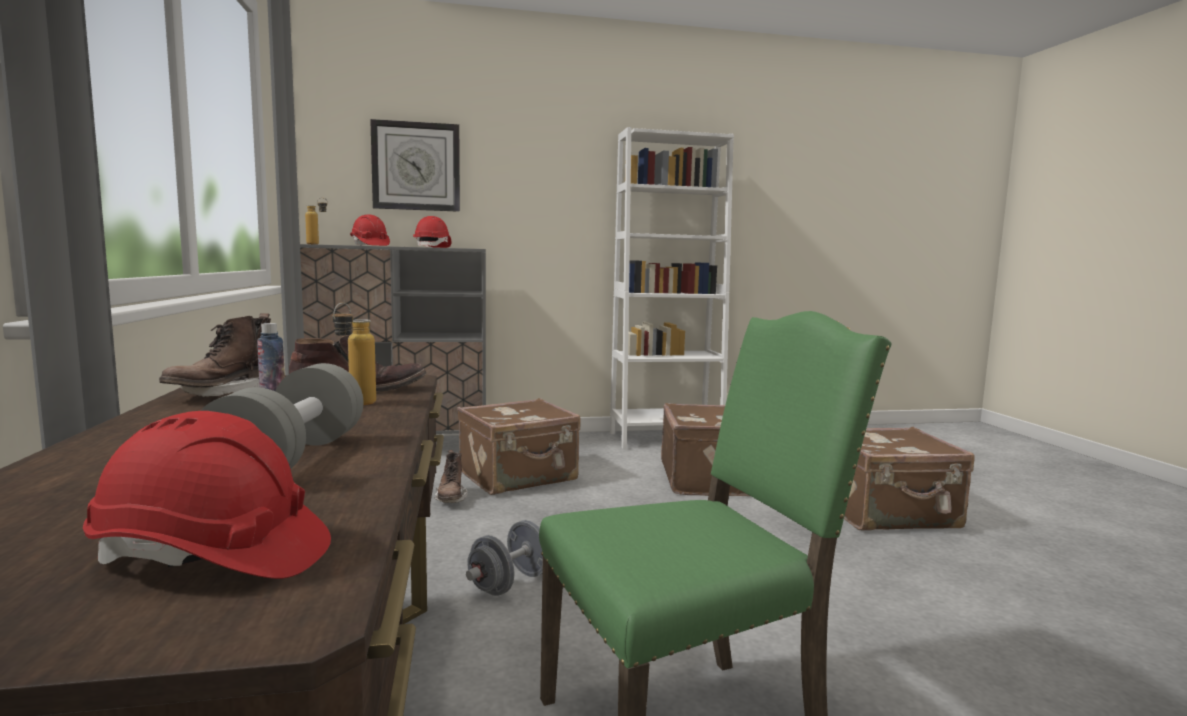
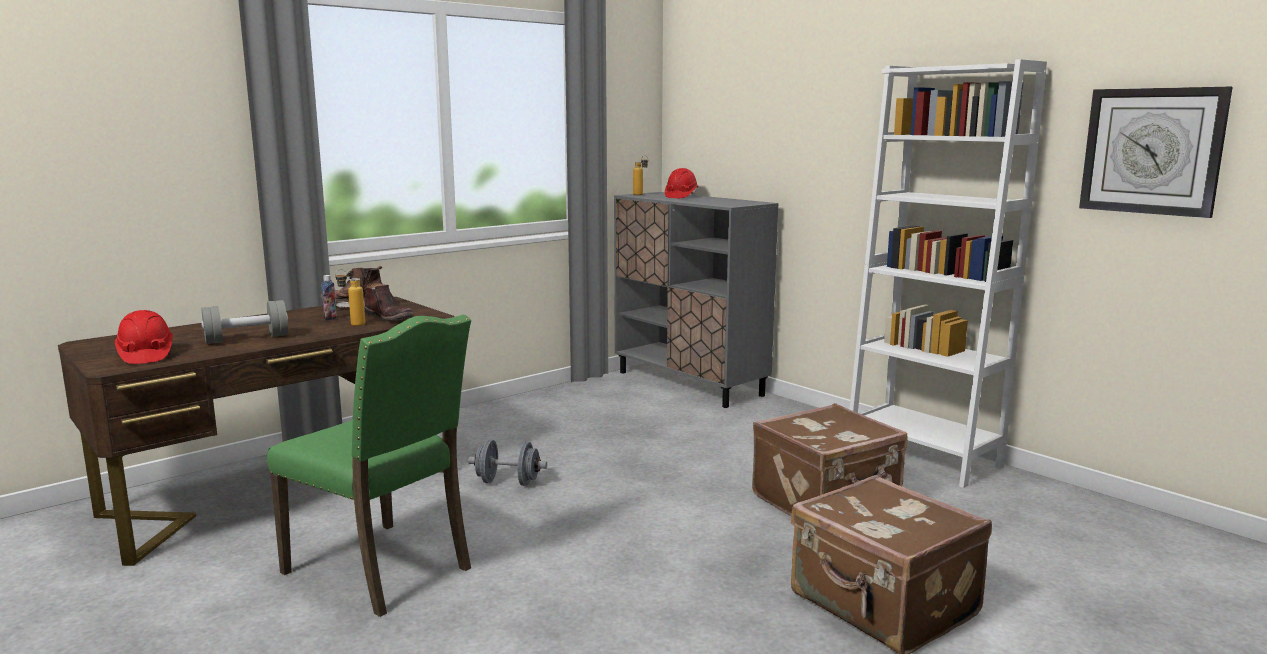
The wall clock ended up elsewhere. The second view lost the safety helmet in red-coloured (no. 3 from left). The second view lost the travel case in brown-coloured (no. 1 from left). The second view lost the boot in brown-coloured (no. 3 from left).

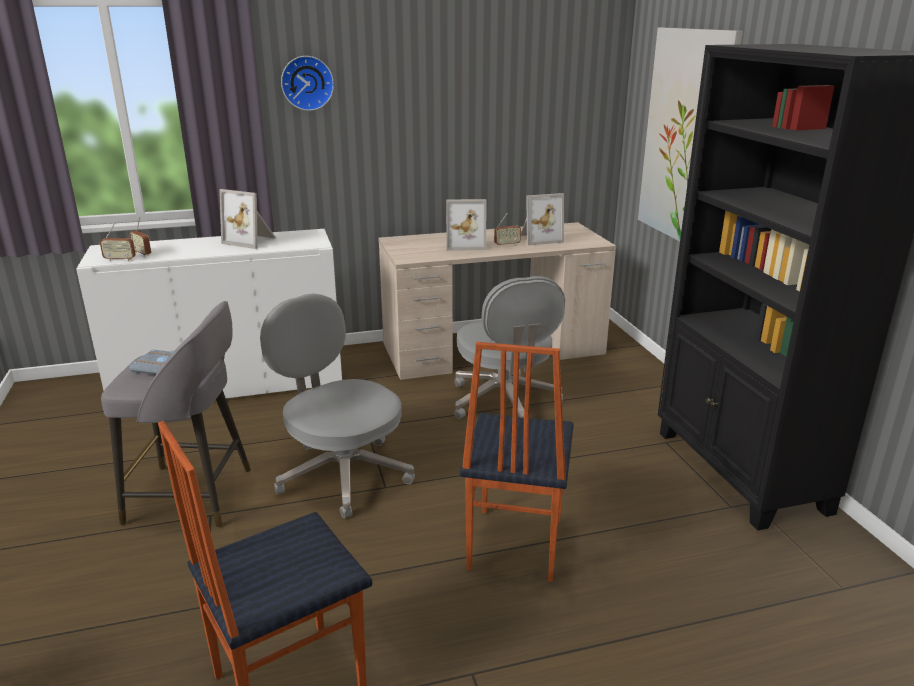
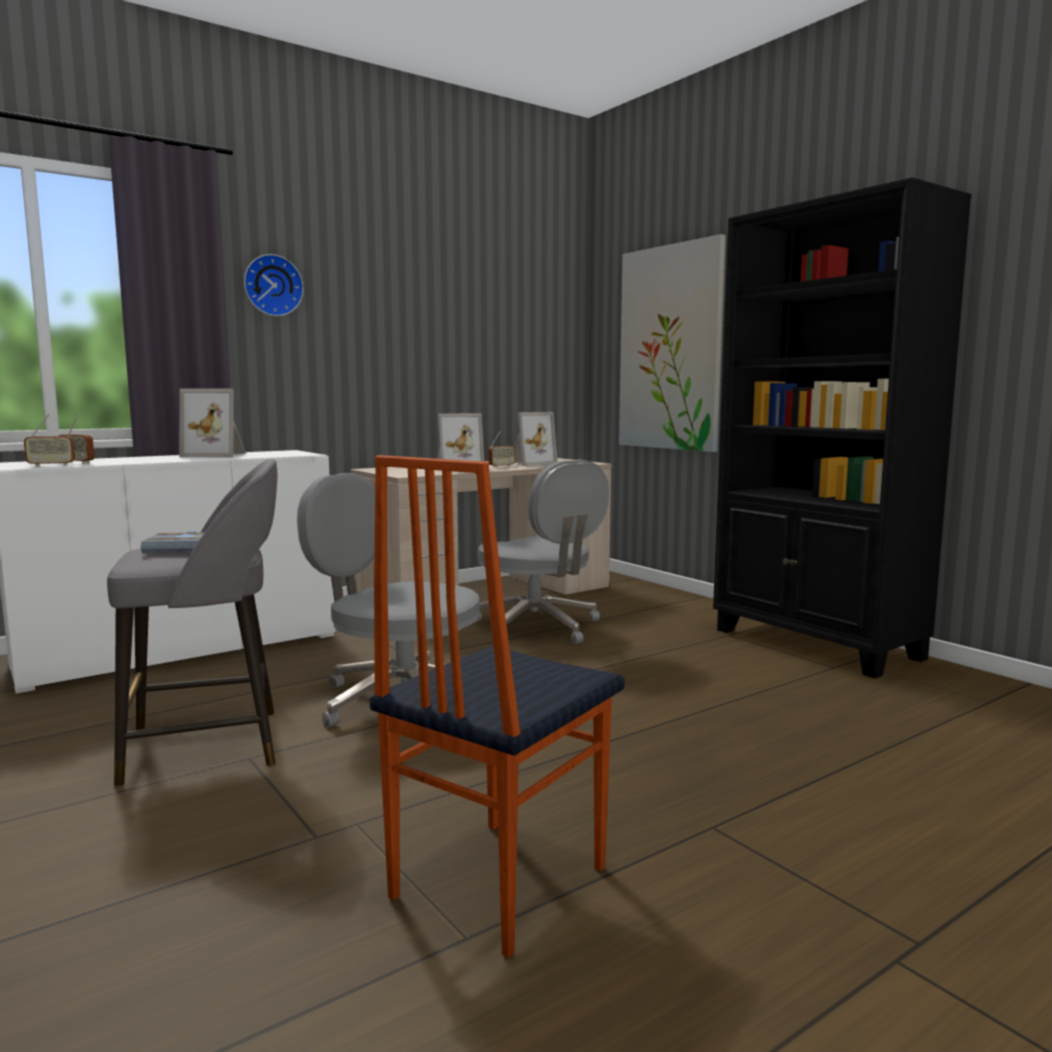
The second view lost the chair (no. 2 from left).

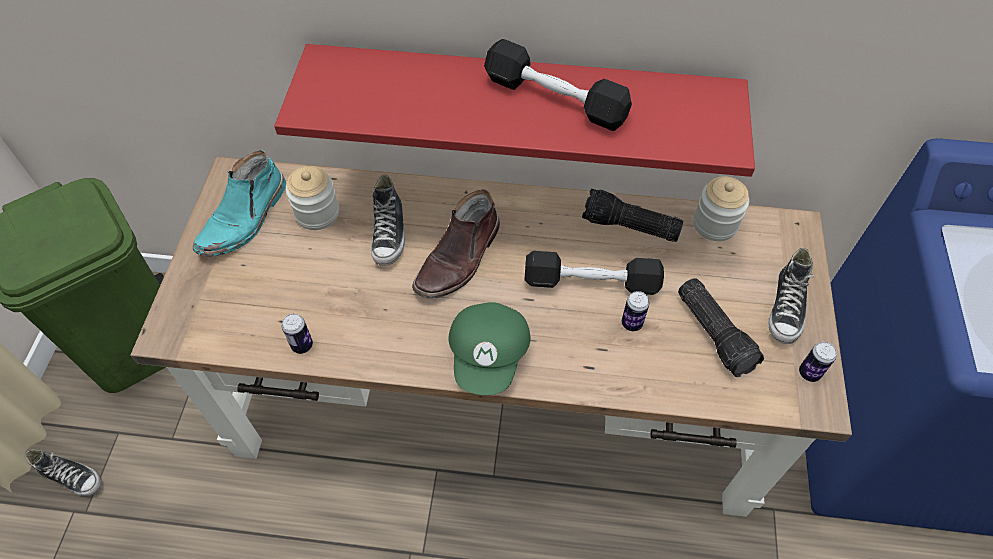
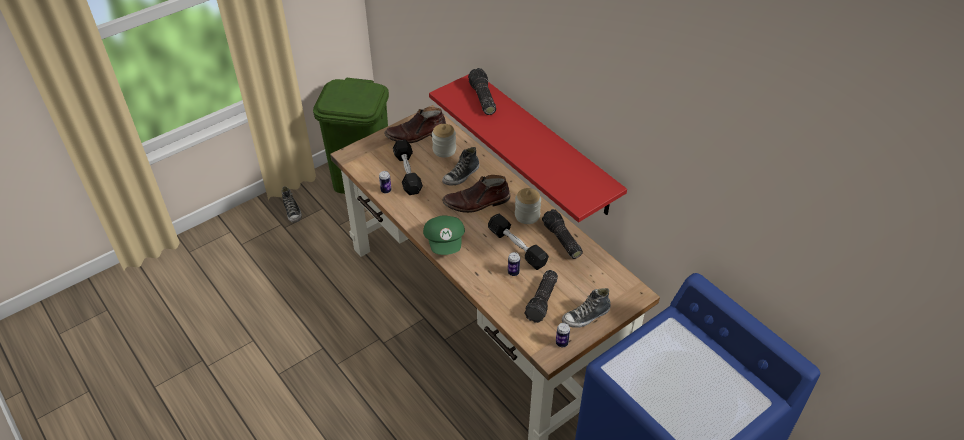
The free weight in black (no. 1 from left) ended up elsewhere. What was the boot in turquoise turned into the boot in brown-coloured (no. 1 from left). The preserve jar (no. 2 from left) ended up elsewhere. The peaked cap in green-coloured ended up facing another way, 60 degrees counterclockwise from before. The second view gained the torch (no. 1 from left).

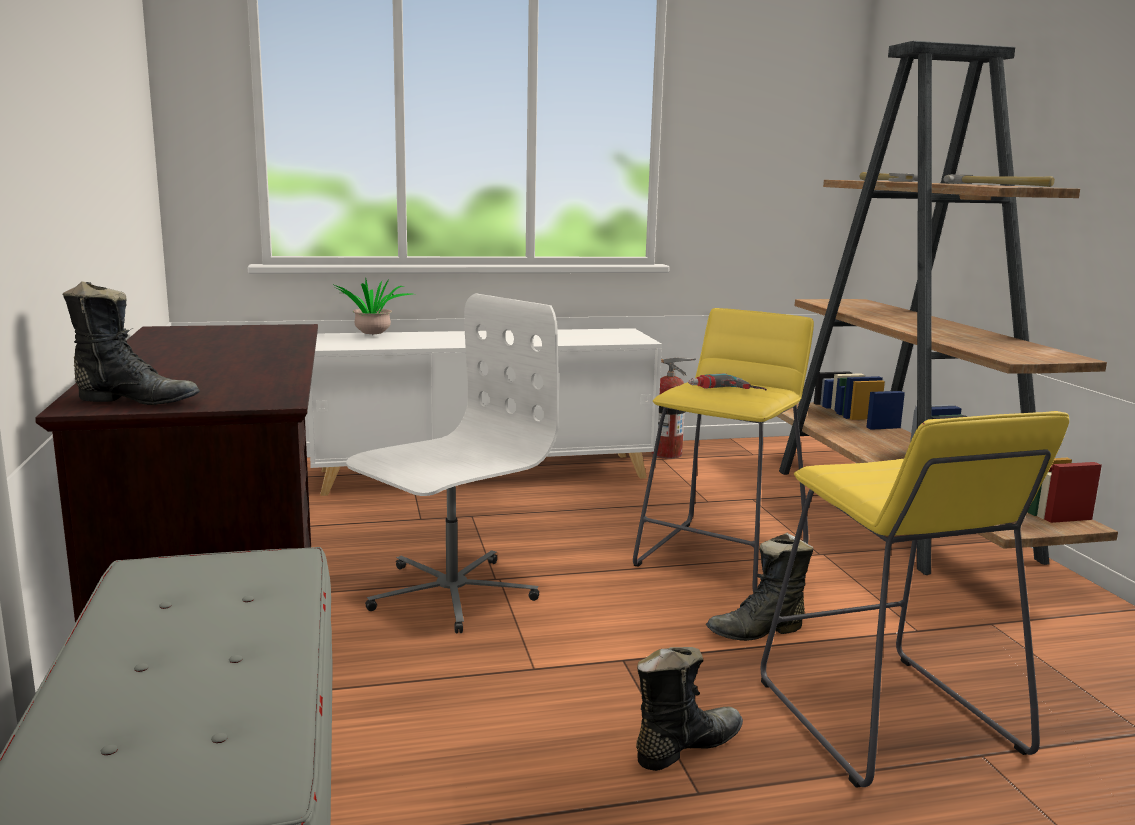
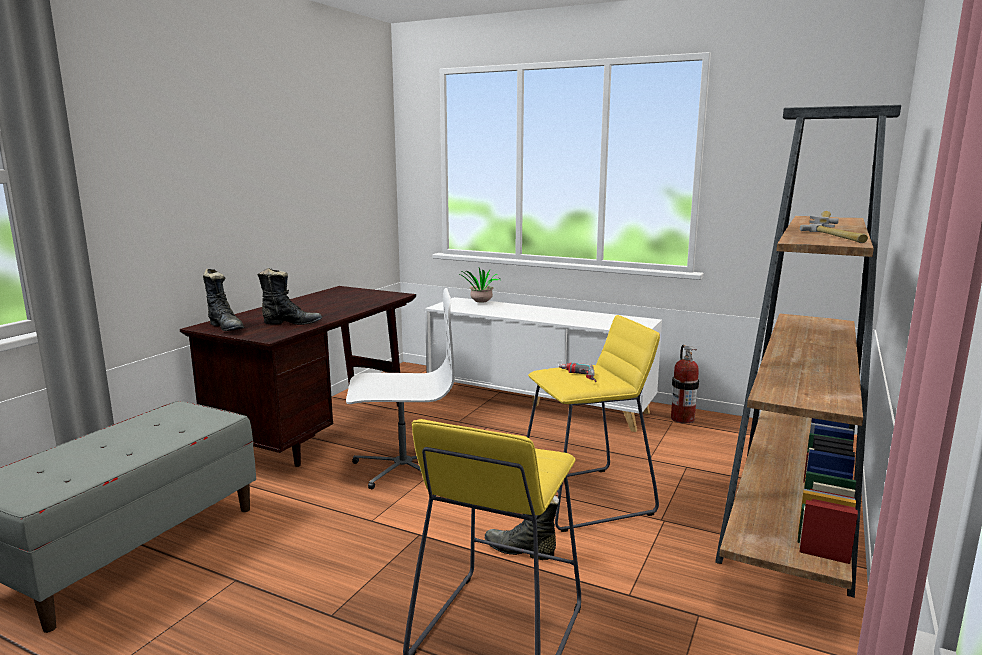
The boot in black (no. 2 from left) ended up elsewhere.

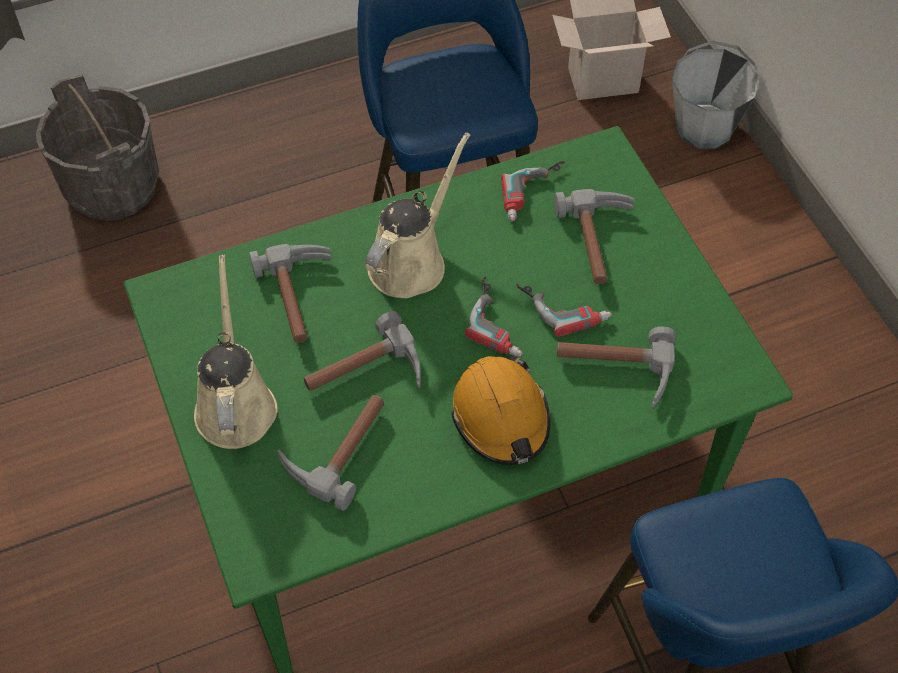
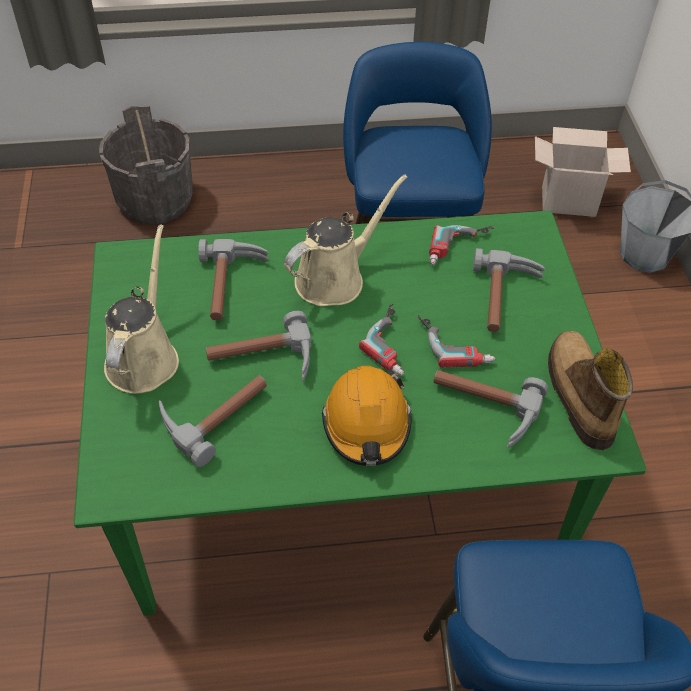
The second view gained the boot.

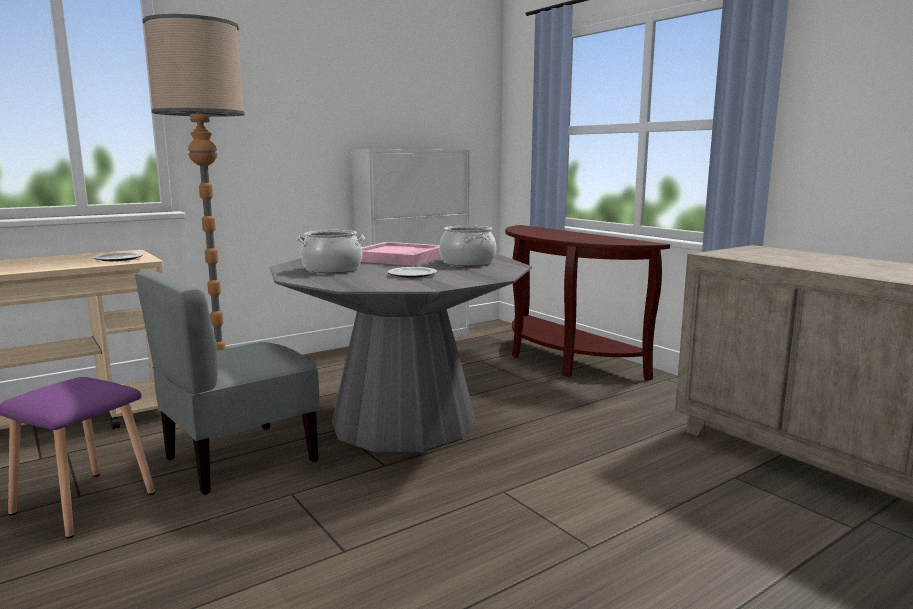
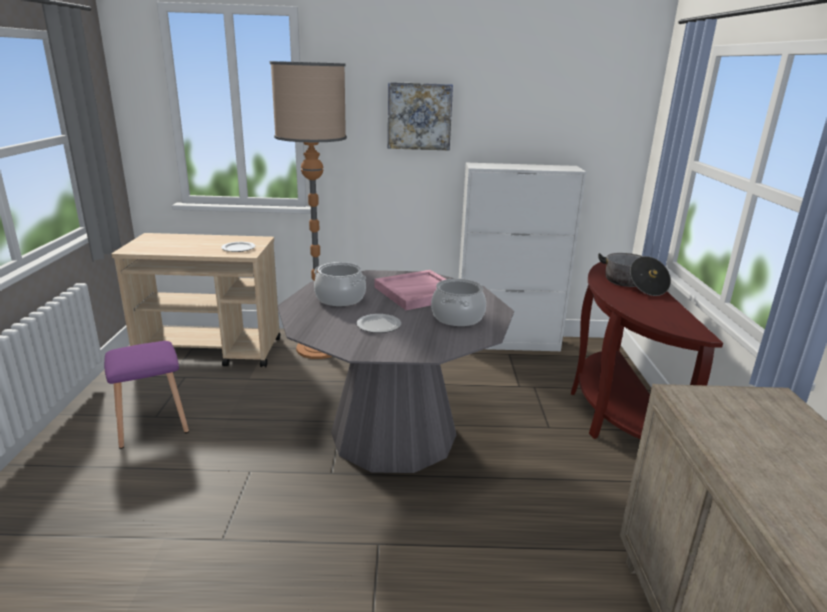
The second view lost the chair in gray. The second view gained the wall picture. The second view gained the stockpot (no. 3 from left).

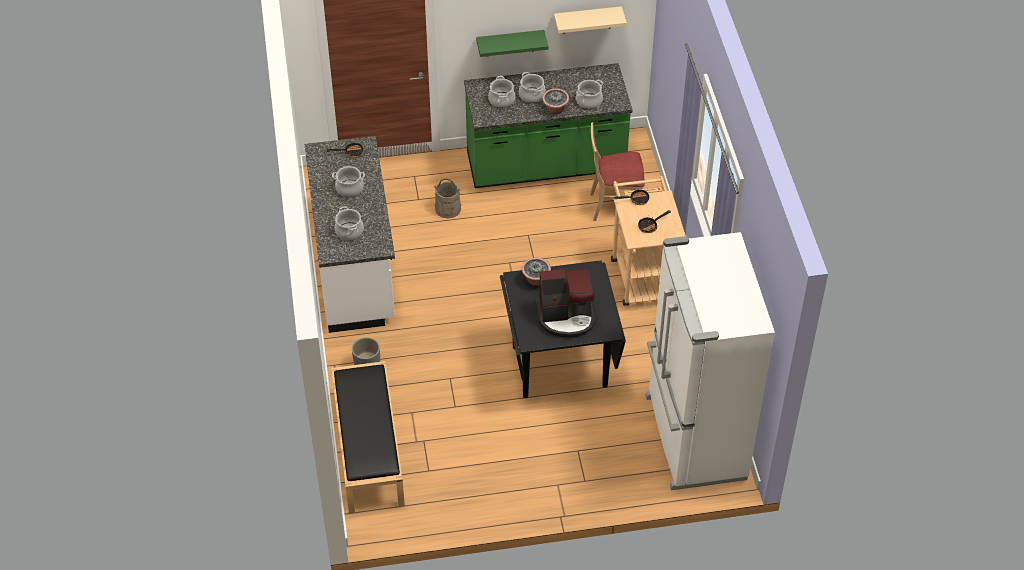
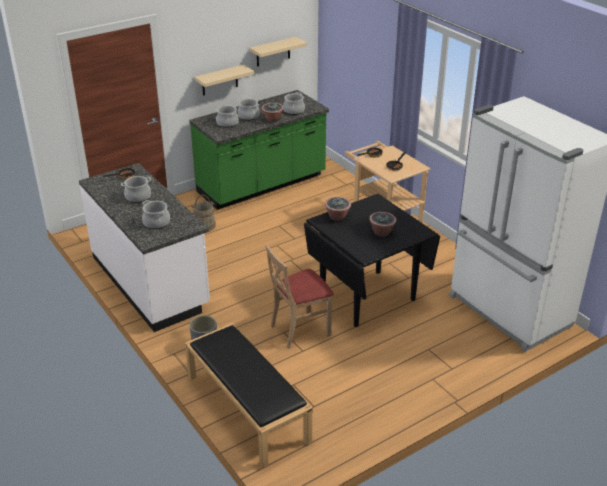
What was the bracket shelf in green-coloured turned into the bracket shelf in beige-coloured (no. 1 from left). The chair in beige-coloured ended up elsewhere. Where the coffee brewer stood, the houseplant (no. 3 from left) came to stand.

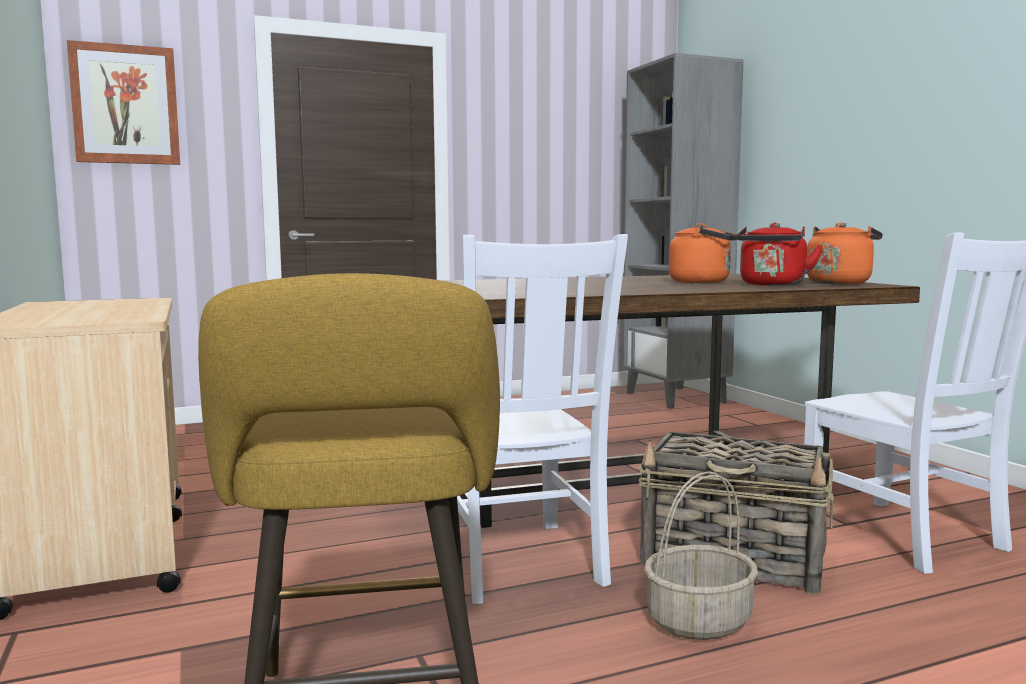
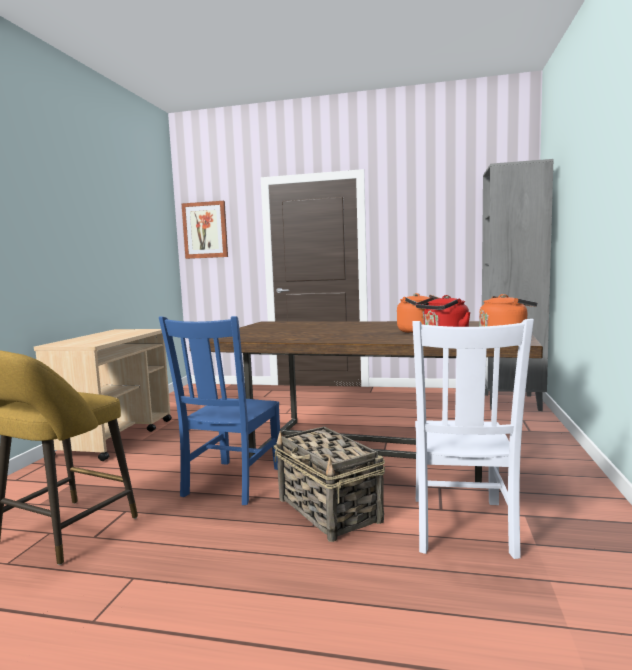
What was the chair in white-coloured (no. 1 from left) turned into the chair in blue-coloured. The second view lost the basket (no. 1 from left).

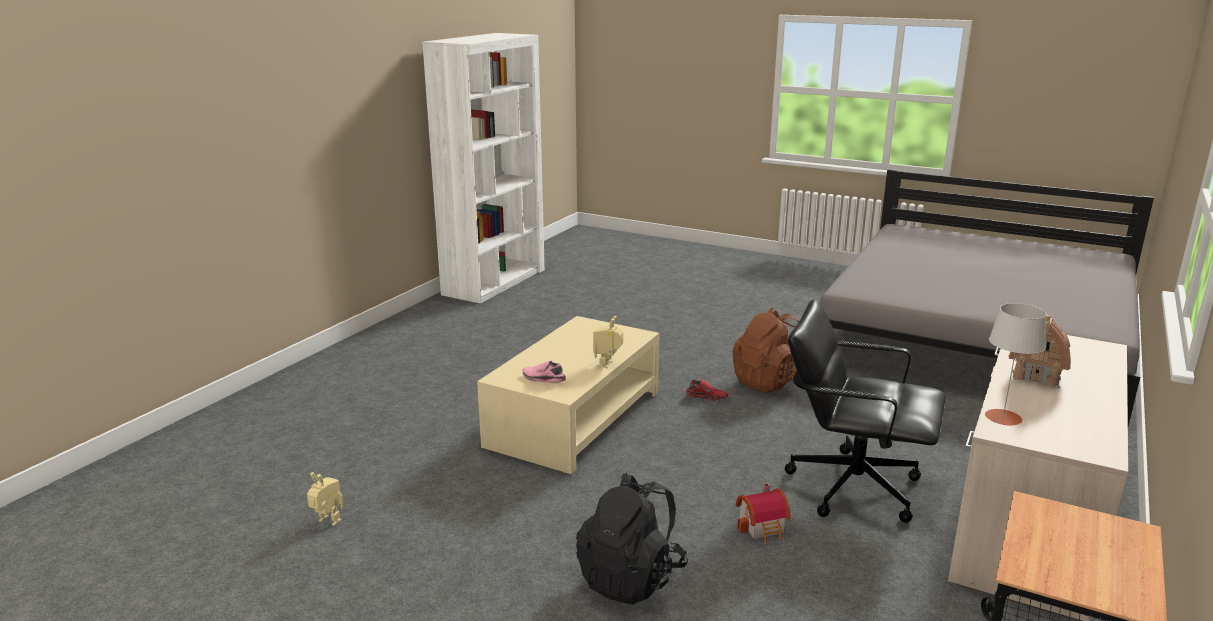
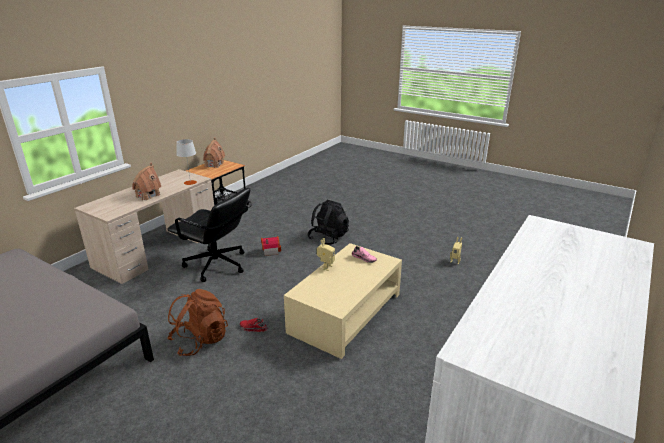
The second view gained the miniature house (no. 2 from left).

